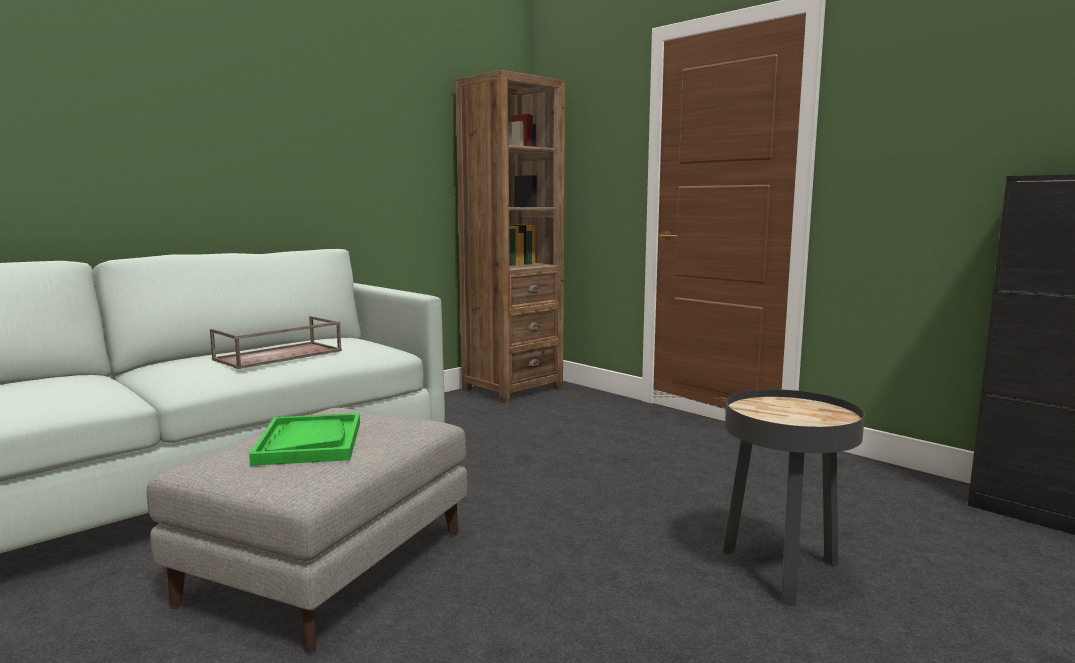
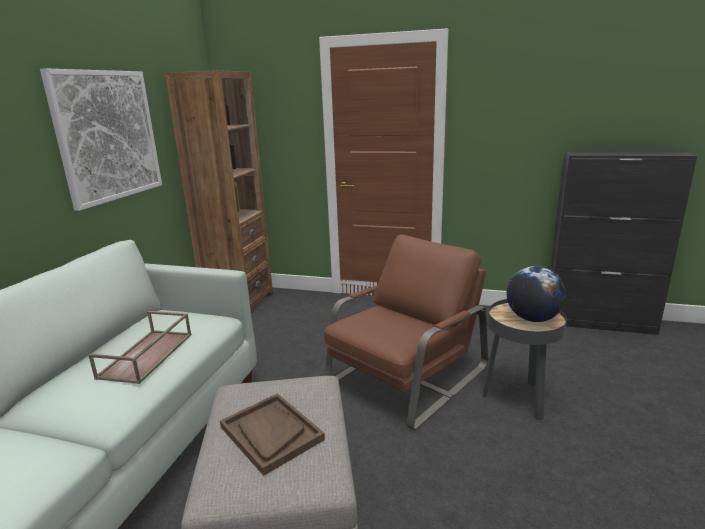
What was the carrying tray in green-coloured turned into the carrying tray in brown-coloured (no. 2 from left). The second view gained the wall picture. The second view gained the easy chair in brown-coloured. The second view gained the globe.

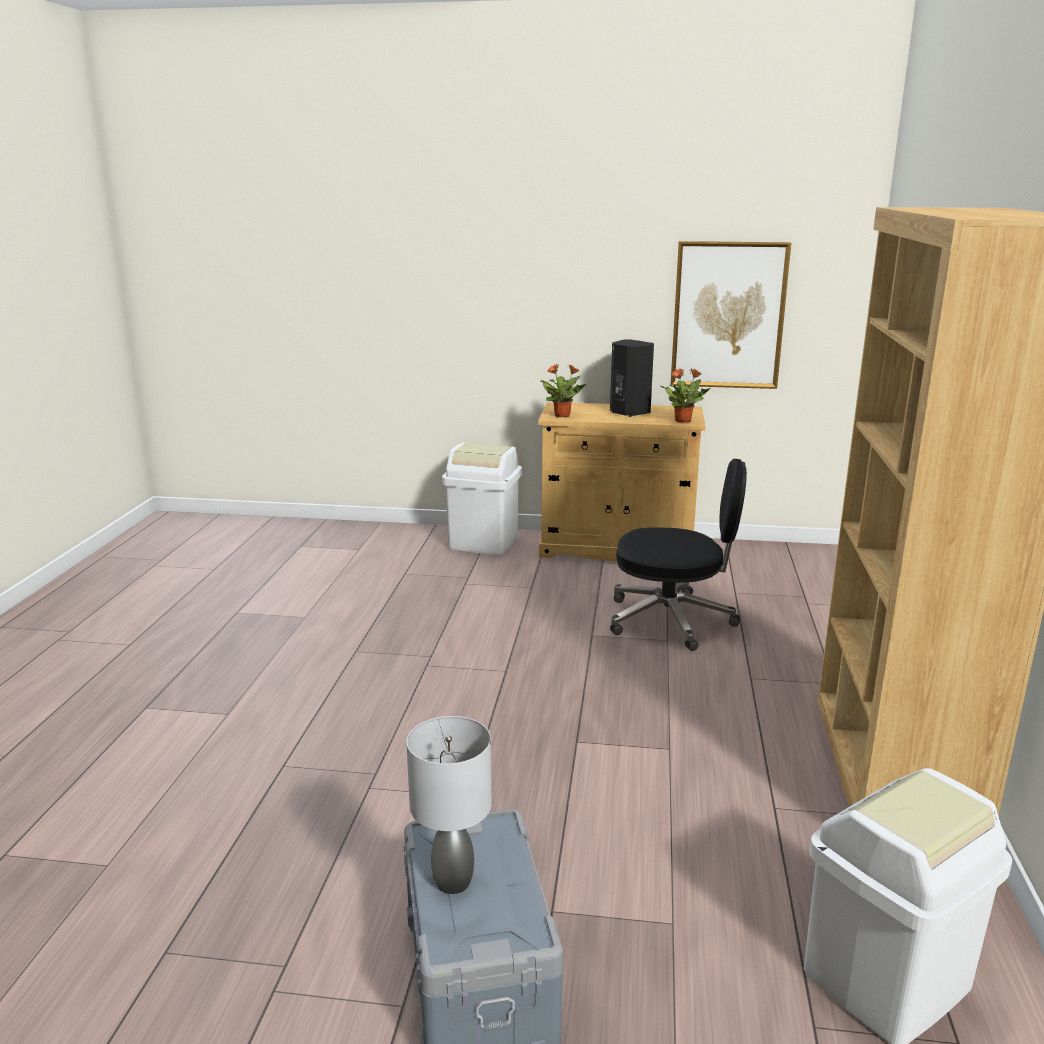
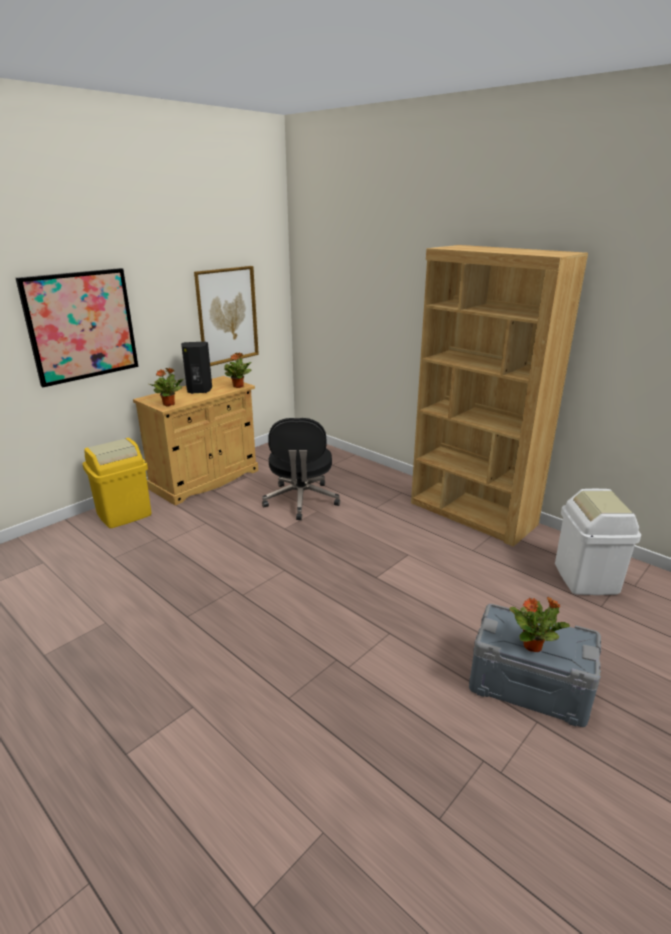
What was the waste bin in white-coloured (no. 1 from left) turned into the waste bin in yellow-coloured. The computer chair in black ended up facing another way, 135 degrees clockwise from before. Where the table lamp in gray stood, the houseplant (no. 3 from left) came to stand. The second view gained the wall picture (no. 1 from left).

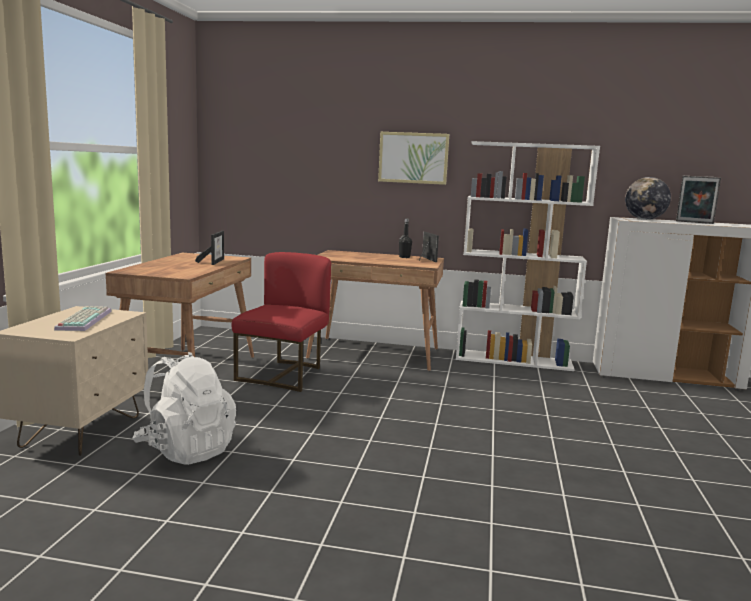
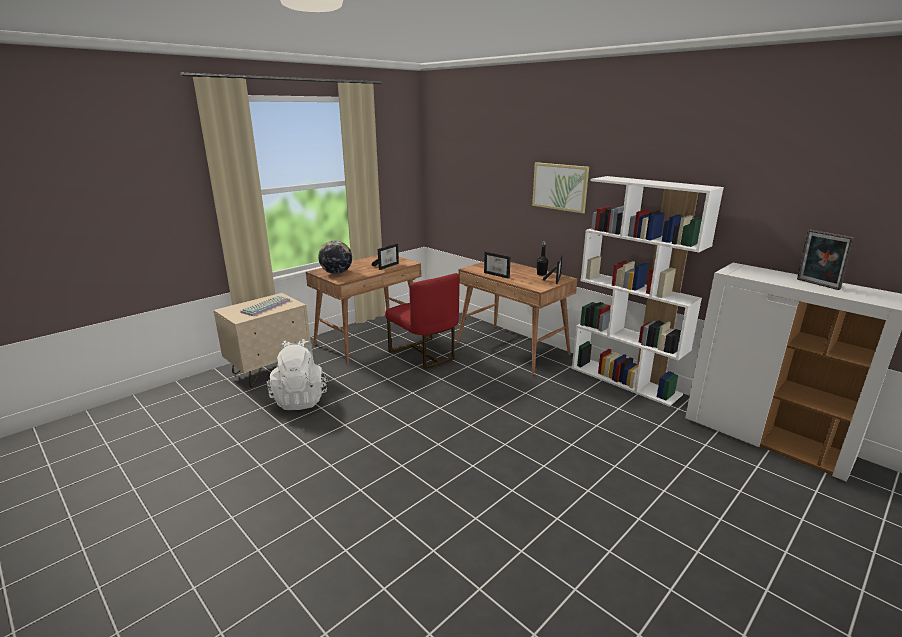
The globe ended up elsewhere. The chair in red-coloured ended up facing another way, 90 degrees clockwise from before. The second view gained the picture frame (no. 2 from left).

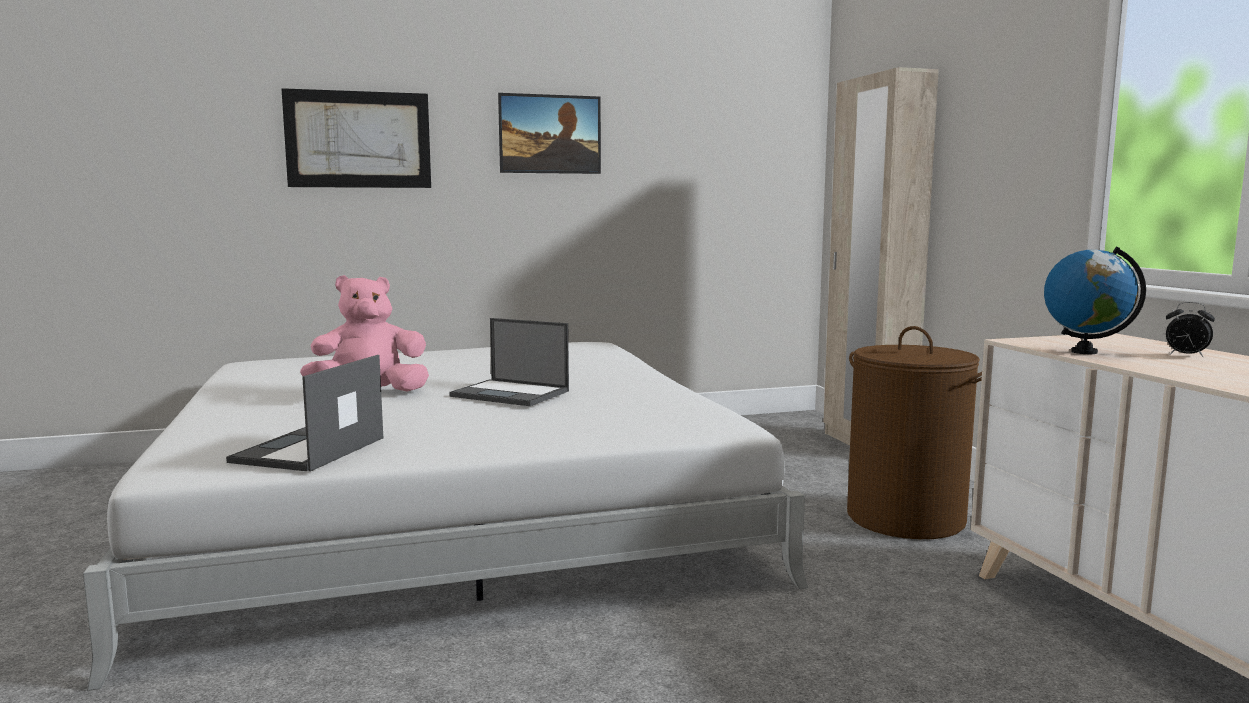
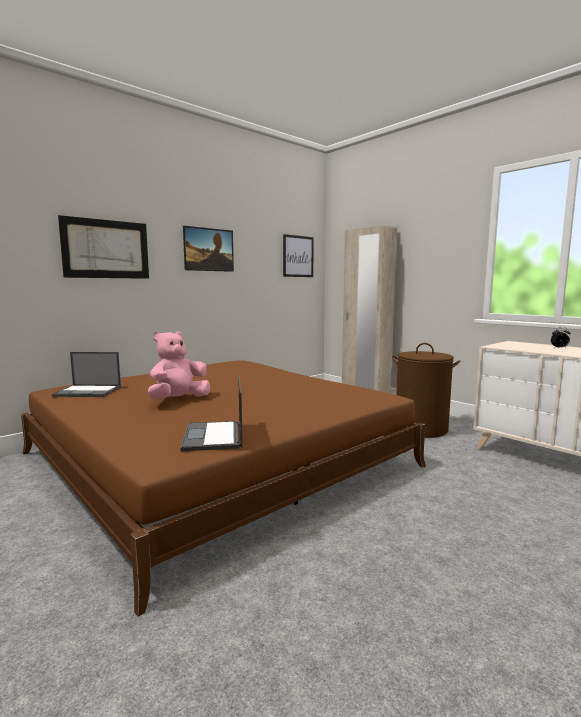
The second view lost the globe. The portable computer (no. 2 from left in the first image) ended up elsewhere. What was the sleeping bed in white-coloured turned into the sleeping bed in brown-coloured. The second view gained the wall picture (no. 3 from left).

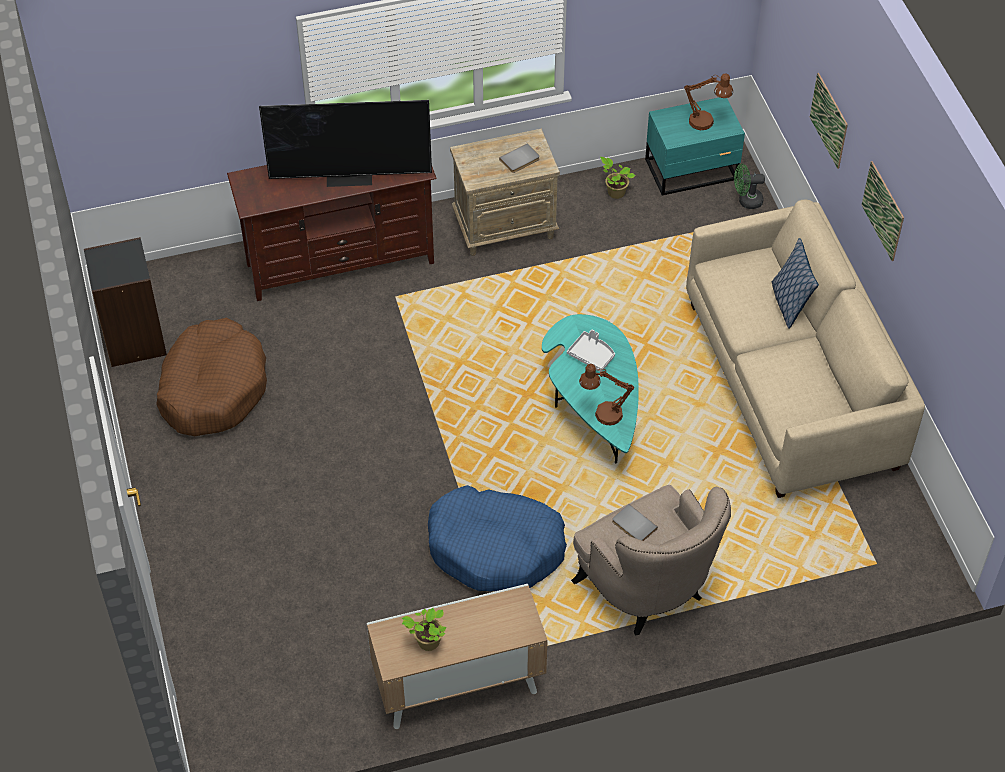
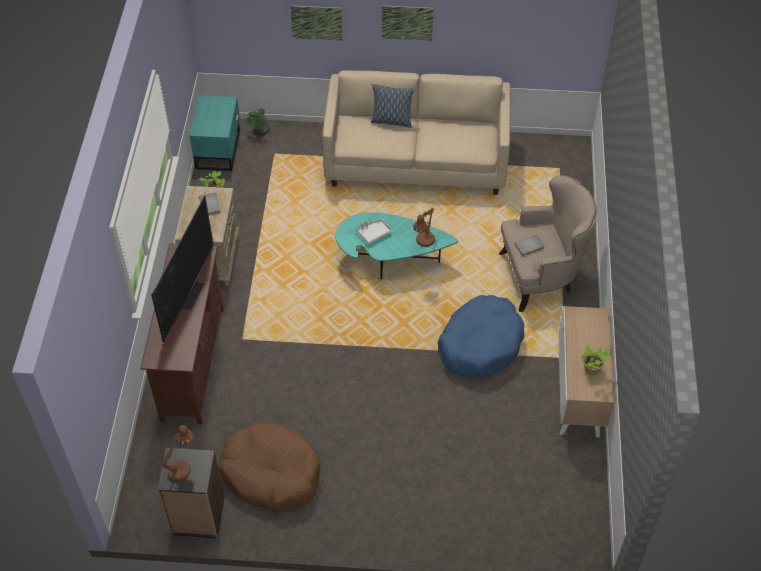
The table lamp in brown-coloured (no. 2 from left in the first image) ended up elsewhere.

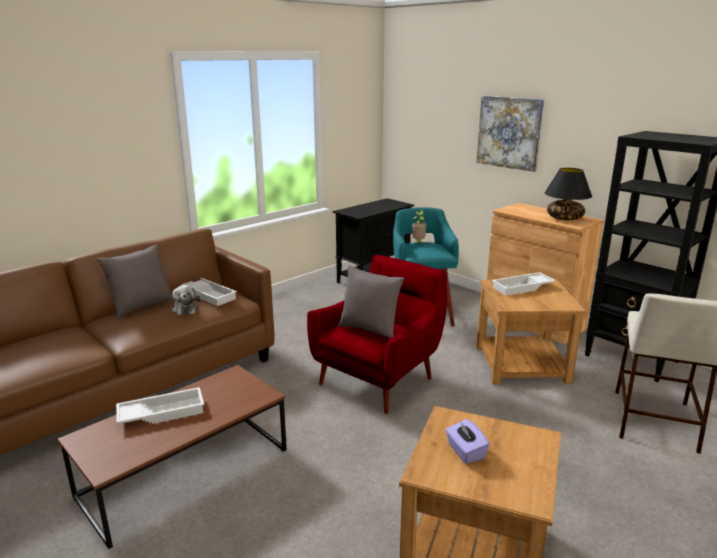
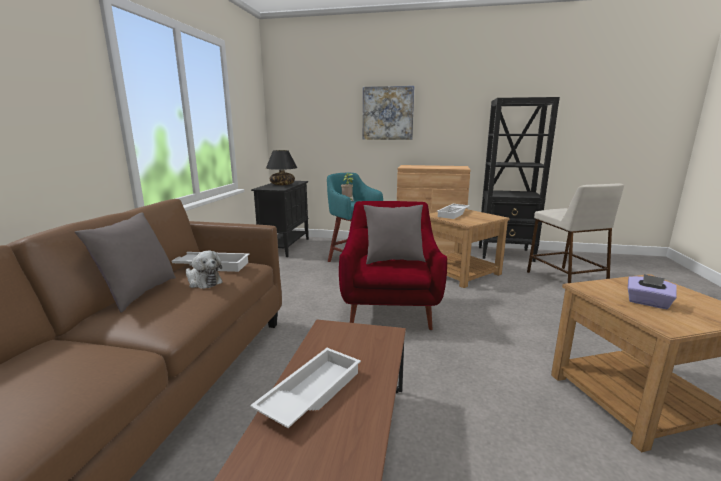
The table lamp in black ended up elsewhere.

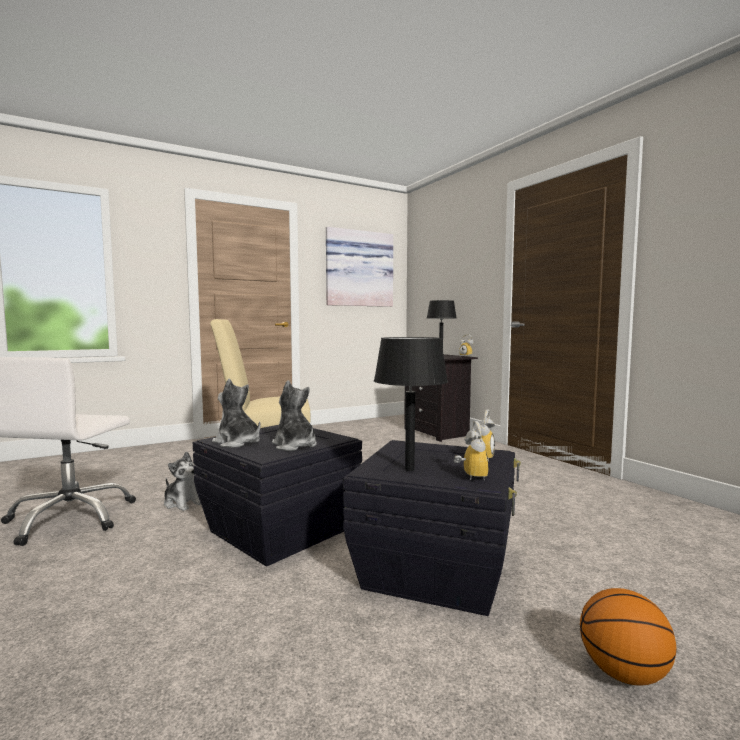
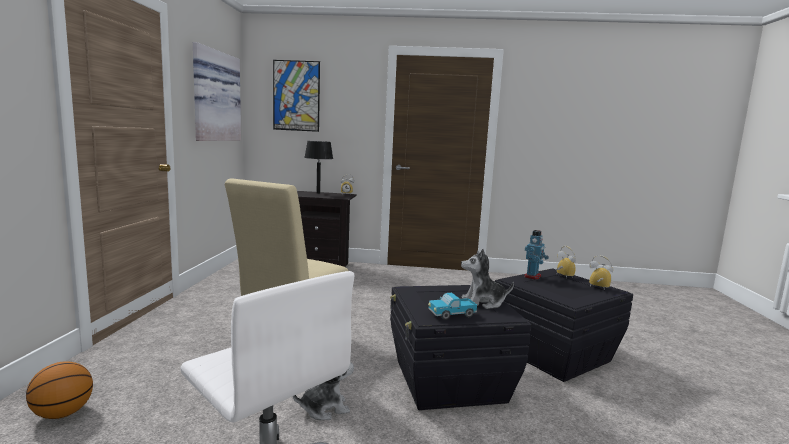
The second view lost the table lamp in black (no. 1 from left). Where the cuddly toy (no. 2 from left) stood, the toy lorry came to stand. The basketball ball ended up elsewhere. The second view gained the wall picture (no. 2 from left). The second view gained the robot figure.

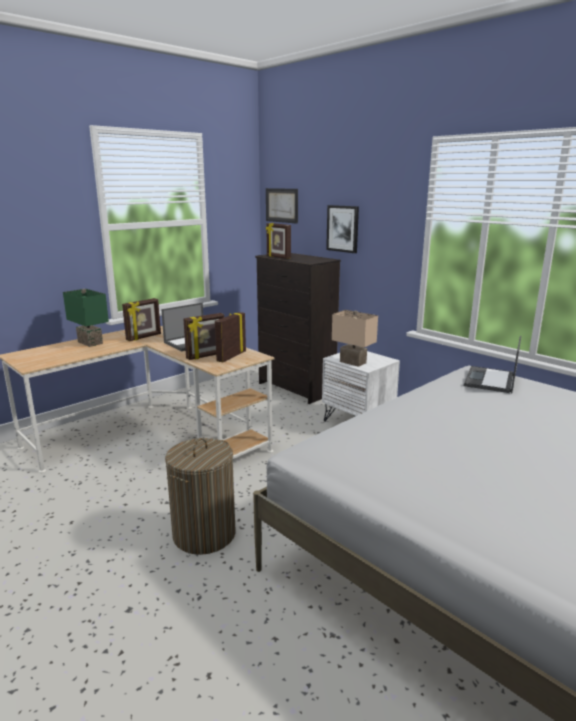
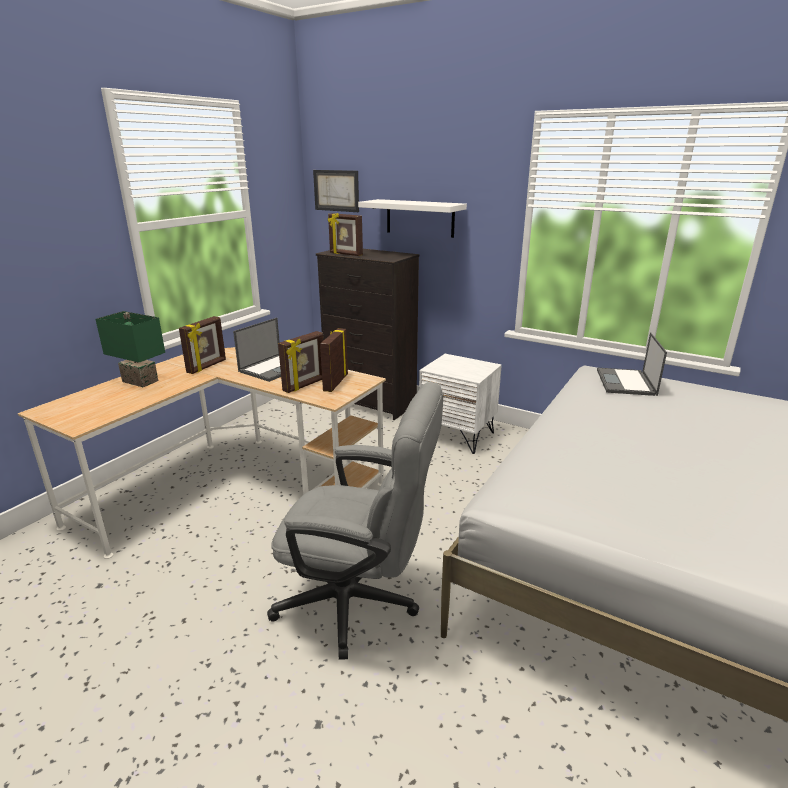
Where the wall picture (no. 2 from left) hung, the bracket shelf in white-coloured came to hang. The second view lost the table lamp in beige-coloured. Where the laundry basket stood, the computer chair in gray came to stand.

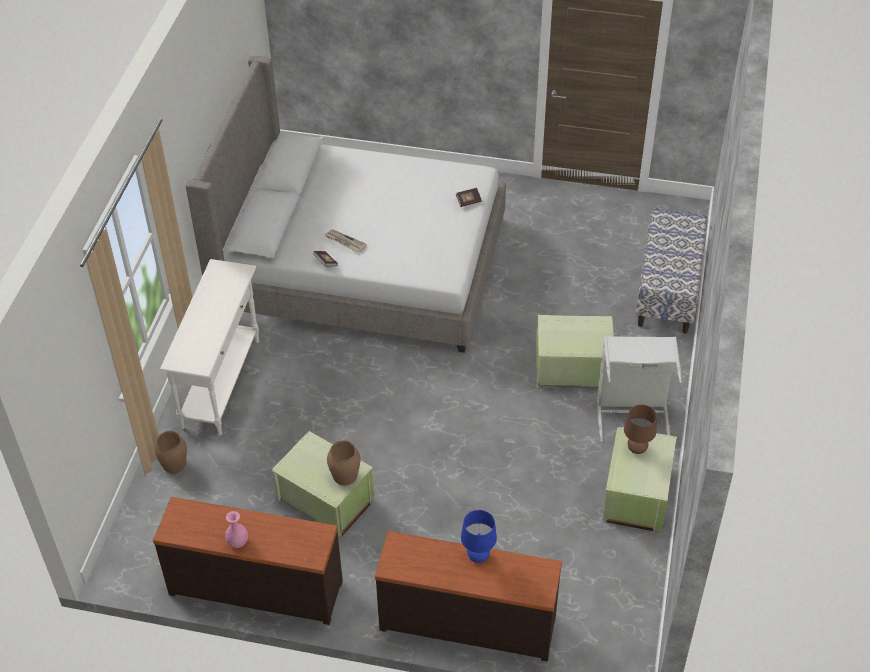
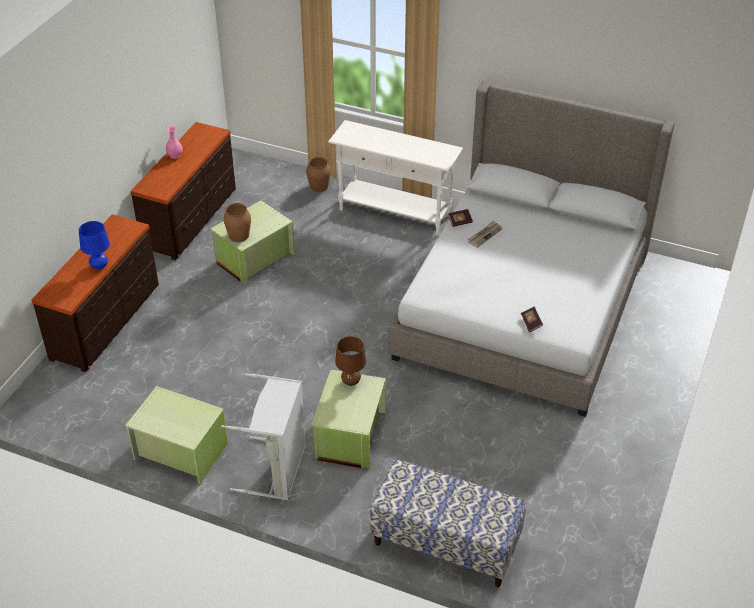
The table lamp in brown-coloured ended up elsewhere.

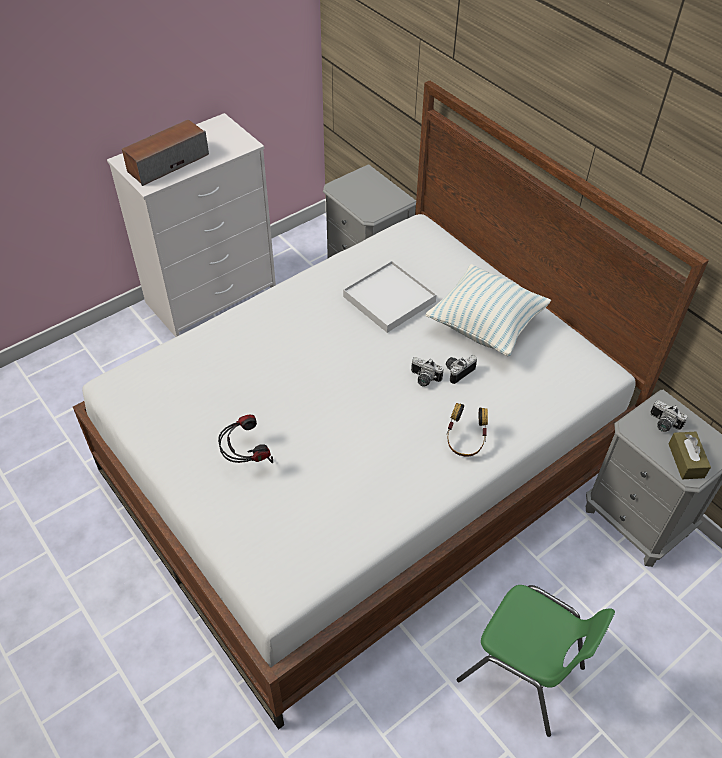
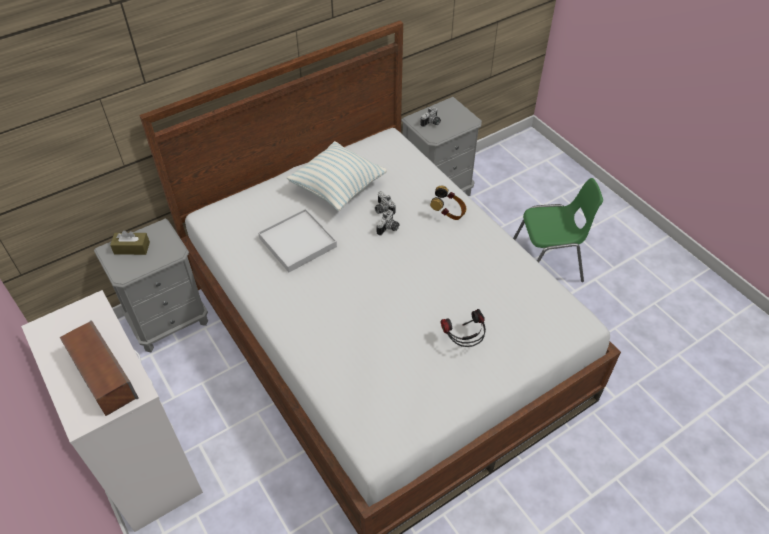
The tissue holder in brown-coloured ended up elsewhere. The chair in green-coloured ended up facing another way, 45 degrees clockwise from before.

